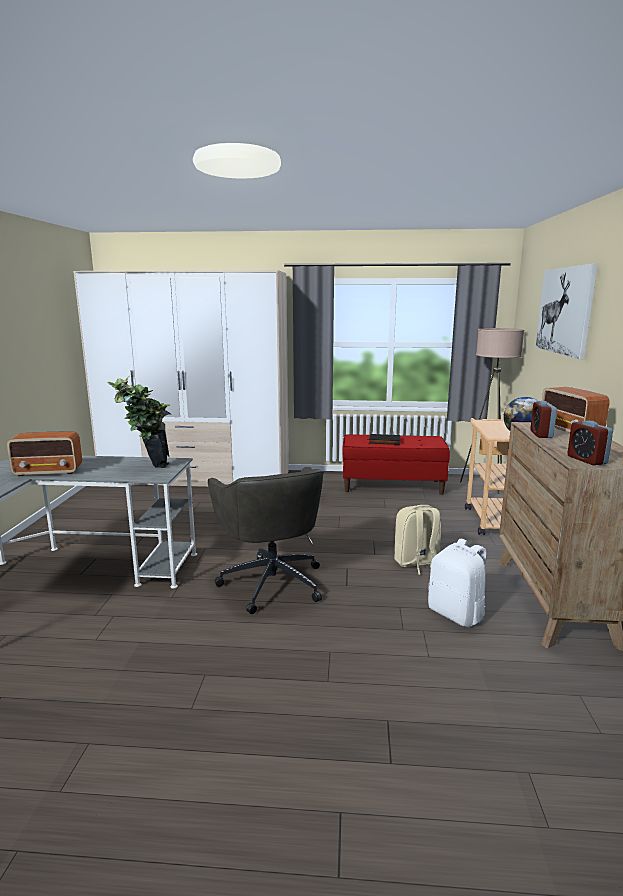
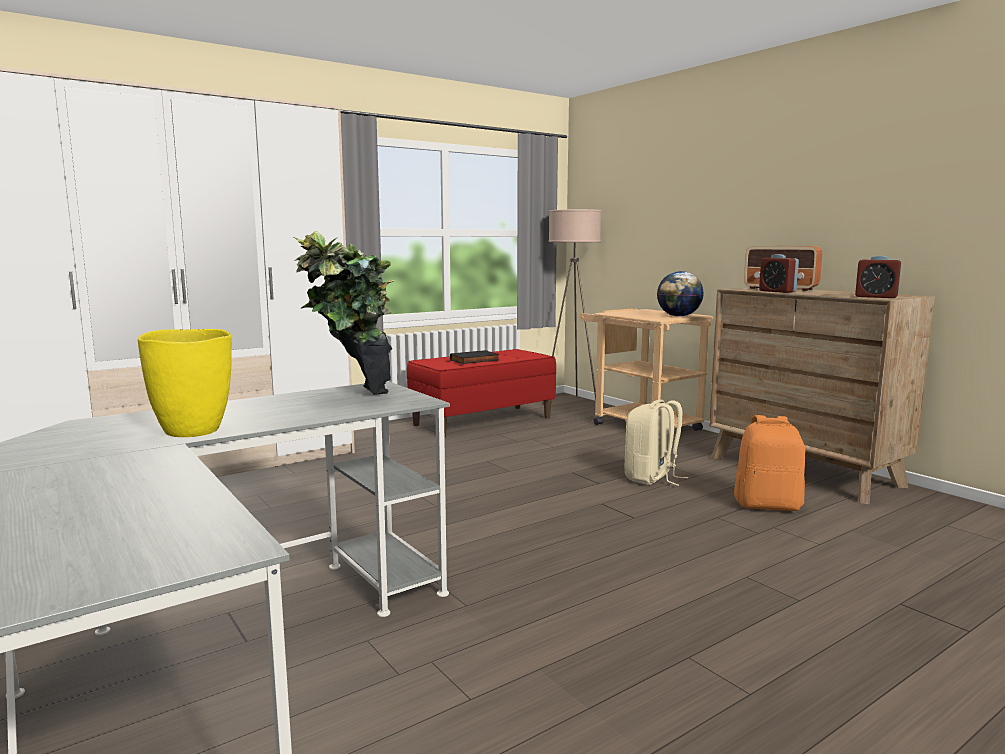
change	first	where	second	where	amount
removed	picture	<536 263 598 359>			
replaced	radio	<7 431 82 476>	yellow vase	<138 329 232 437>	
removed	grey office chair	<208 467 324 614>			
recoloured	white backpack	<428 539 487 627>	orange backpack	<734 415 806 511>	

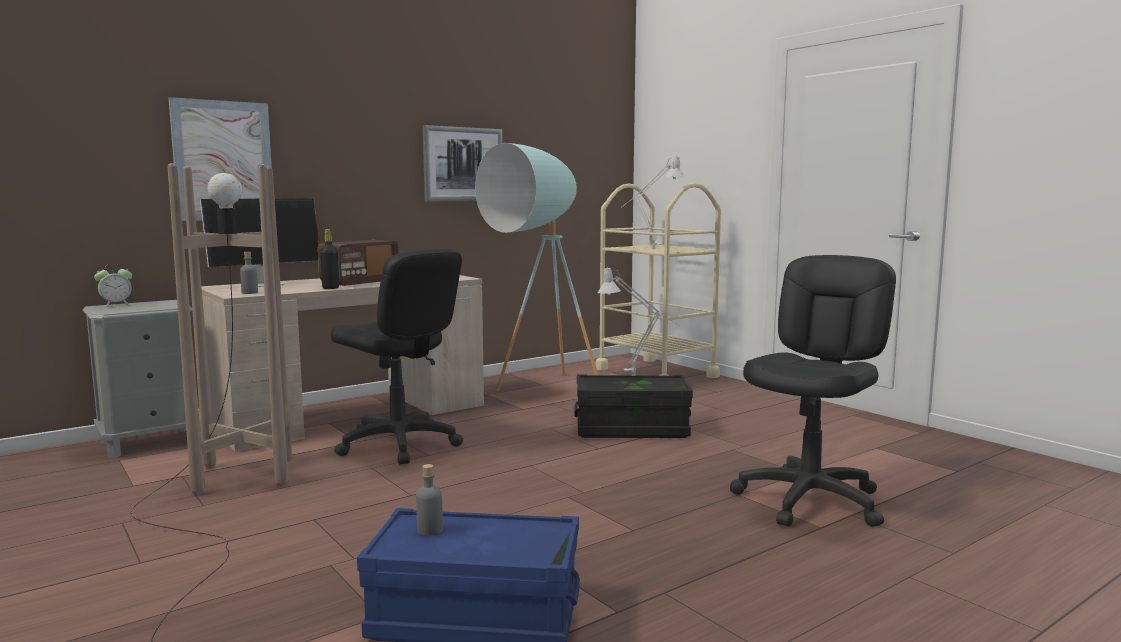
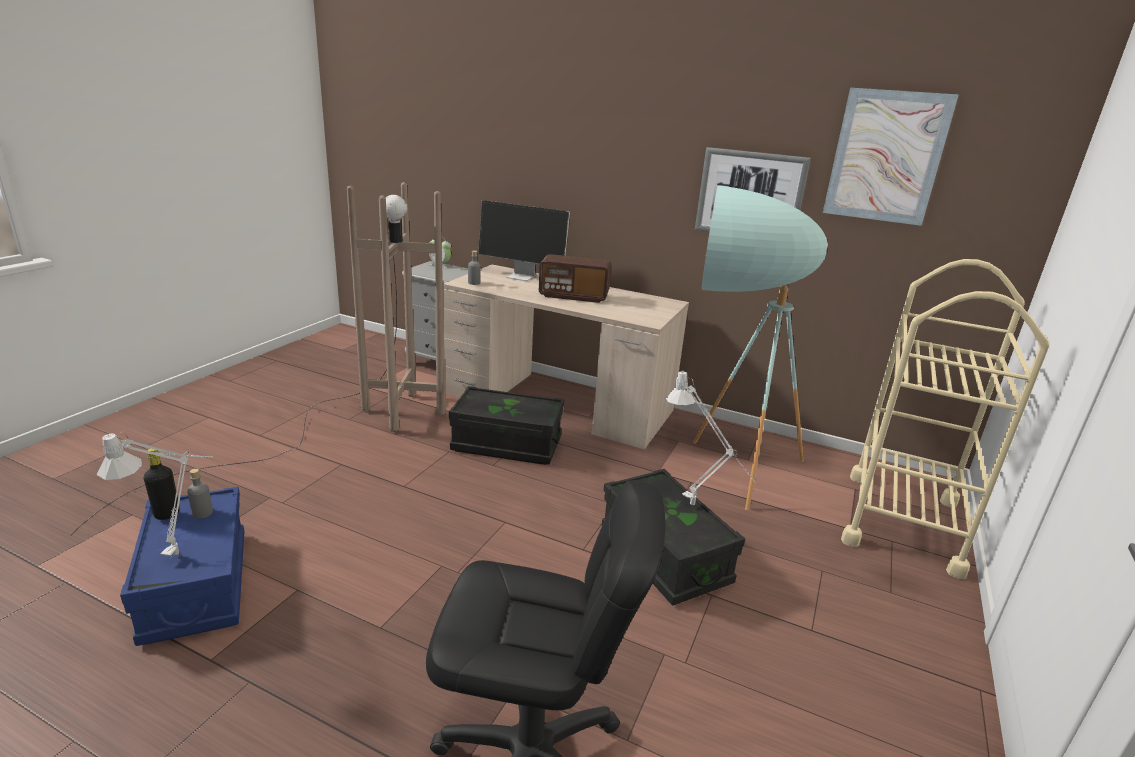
change	first	where	second	where	amount
moved	picture	<169 97 272 221>		<823 88 959 226>	
moved	grey table lamp	<620 157 685 249>		<96 431 212 560>	
moved	black bottle	<320 229 339 289>		<144 448 180 520>	
replaced	black office chair	<330 249 463 464>	black storage box	<449 386 564 465>	

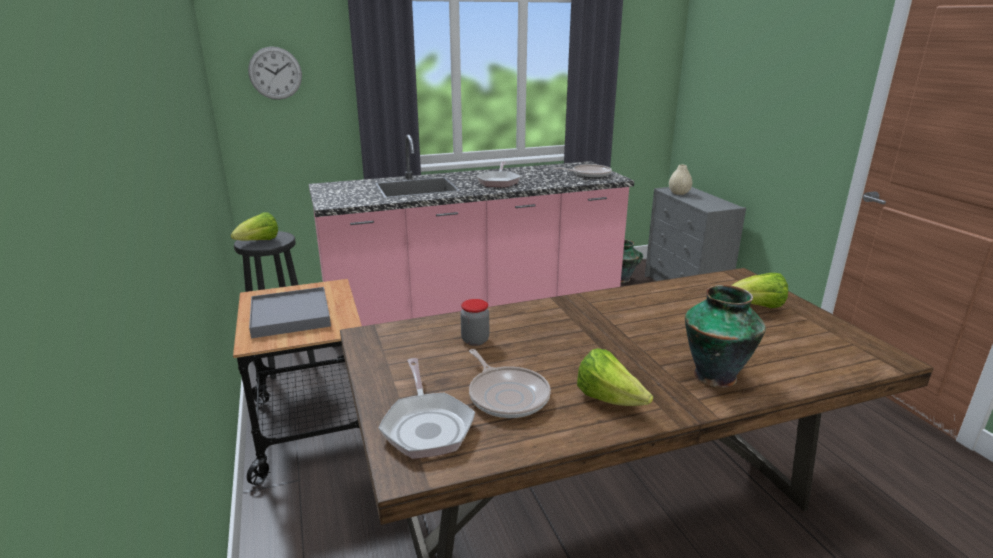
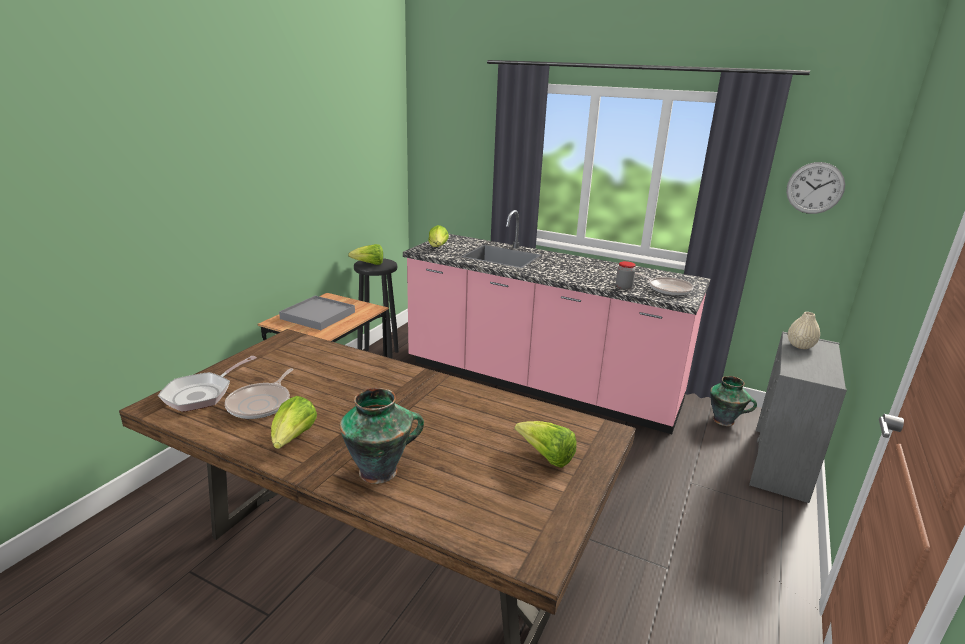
change	first	where	second	where	amount
moved	wall clock	<248 46 302 100>		<786 162 845 214>	
removed	frying pan	<476 162 520 187>			
moved	jar	<460 299 489 346>		<616 261 636 290>	
added			lettuce	<428 225 449 247>	

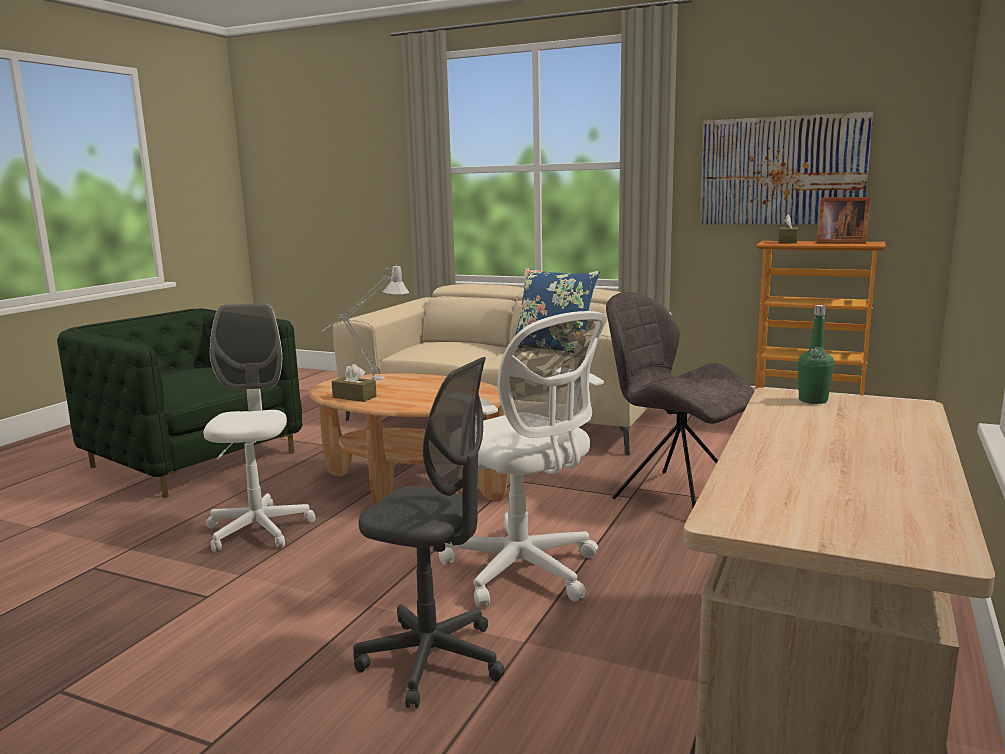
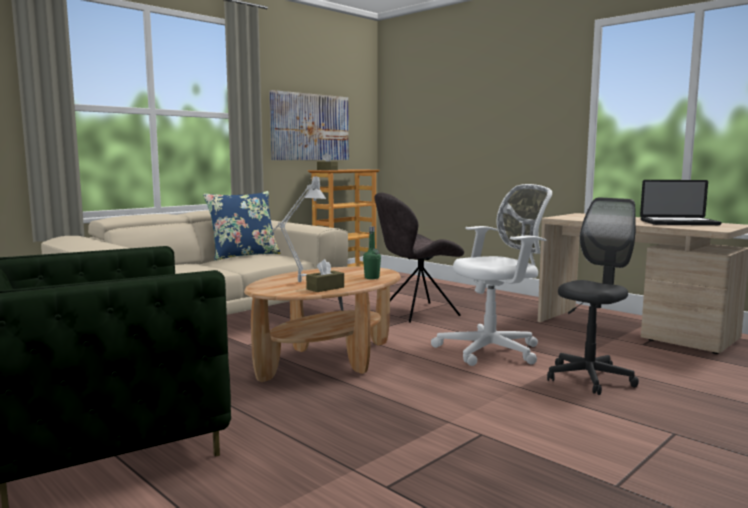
change	first	where	second	where	amount
removed	picture frame	<816 197 871 244>			
removed	white office chair	<204 303 316 552>			
moved	green bottle	<798 305 834 404>		<363 227 381 279>	
added			laptop	<640 180 722 225>	

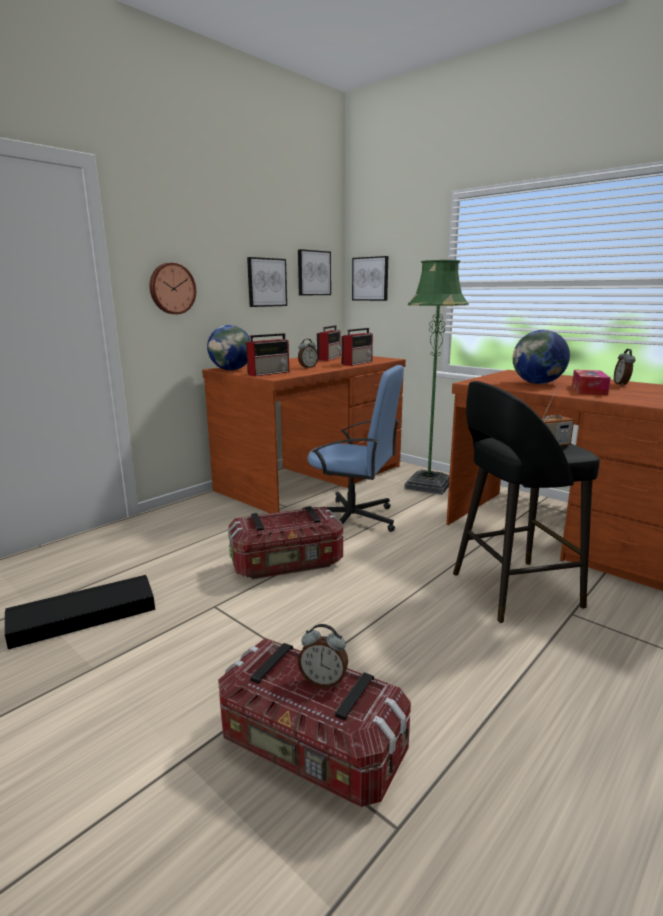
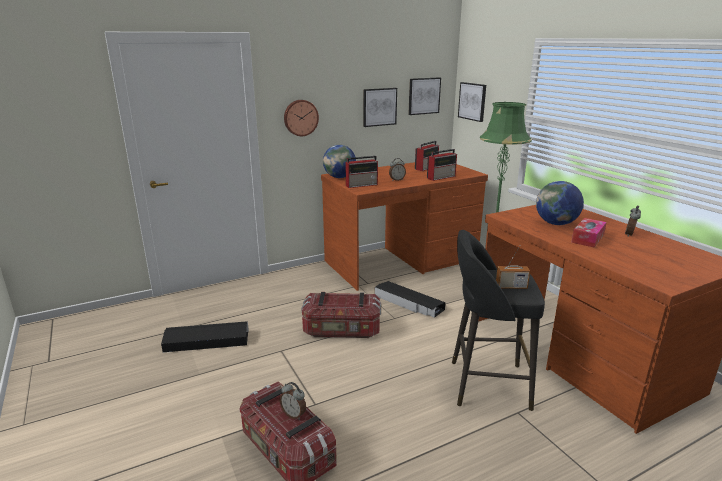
change	first	where	second	where	amount
replaced	blue office chair	<302 365 404 532>	black storage box	<375 281 445 318>	

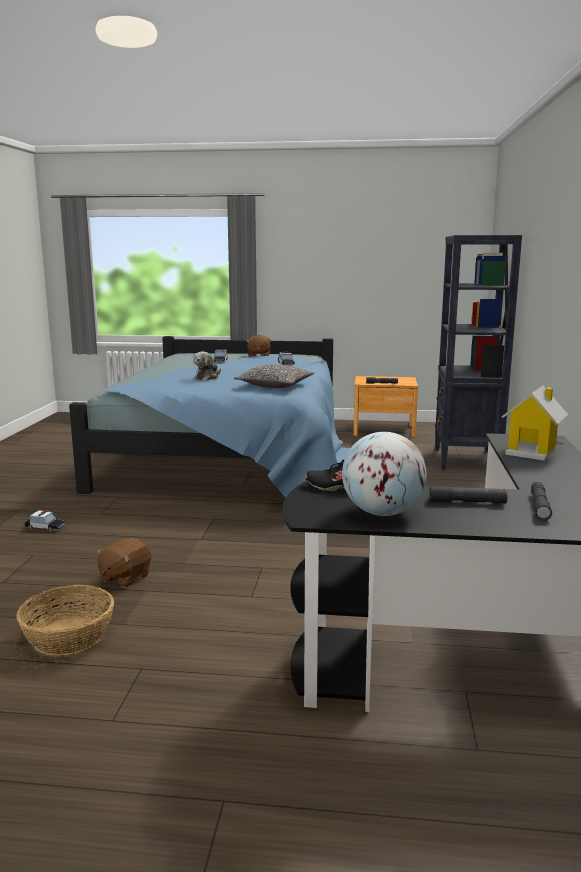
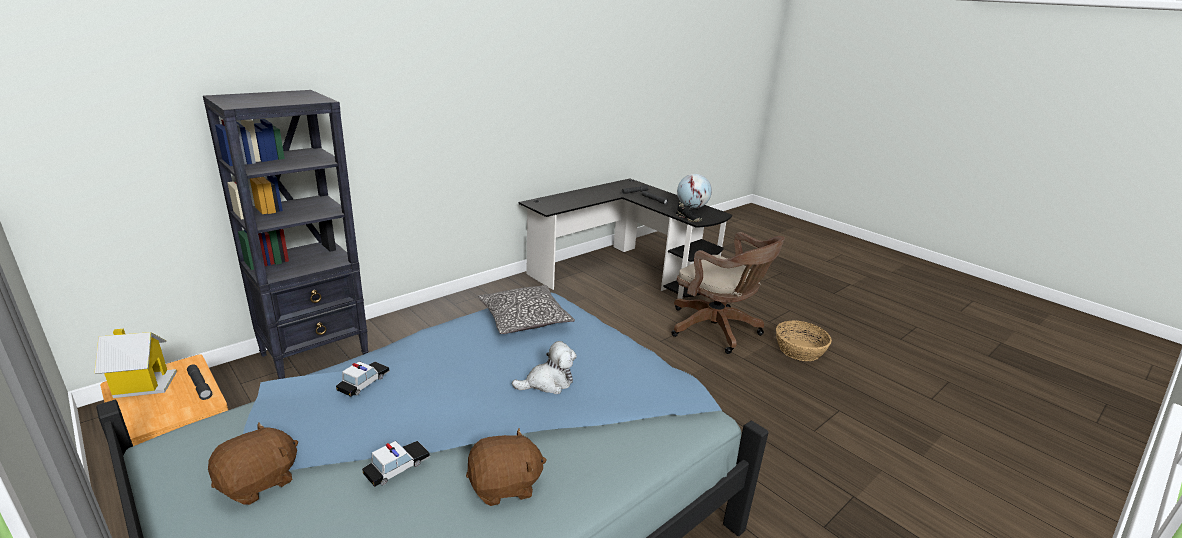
change	first	where	second	where	amount
moved	toy house	<502 386 568 461>		<94 329 177 398>	
removed	toy car	<25 510 67 531>			
moved	brown plush toy	<96 538 151 588>		<466 428 547 506>	
added			brown office chair	<672 232 785 354>	

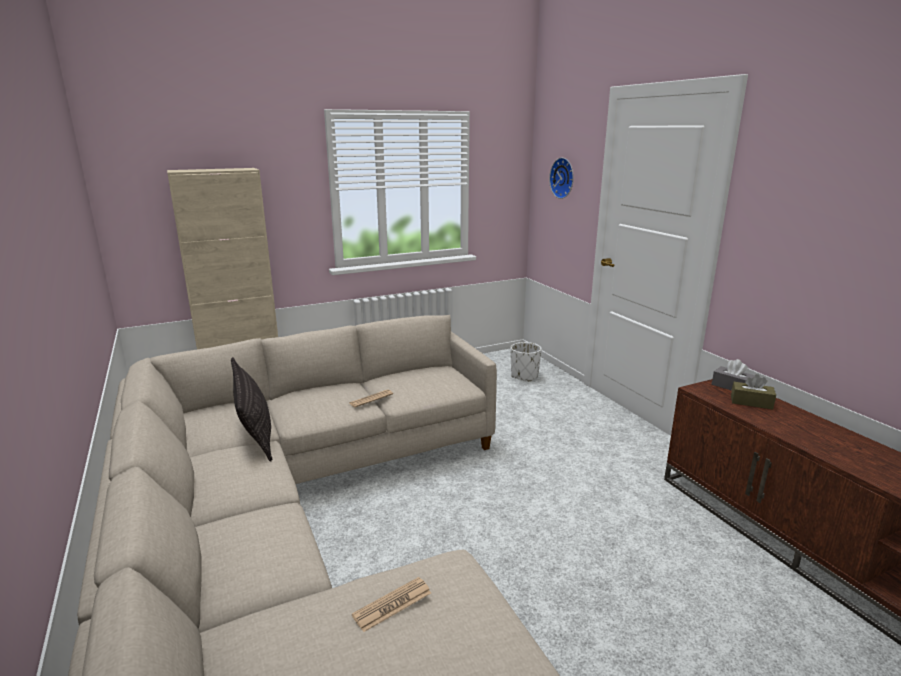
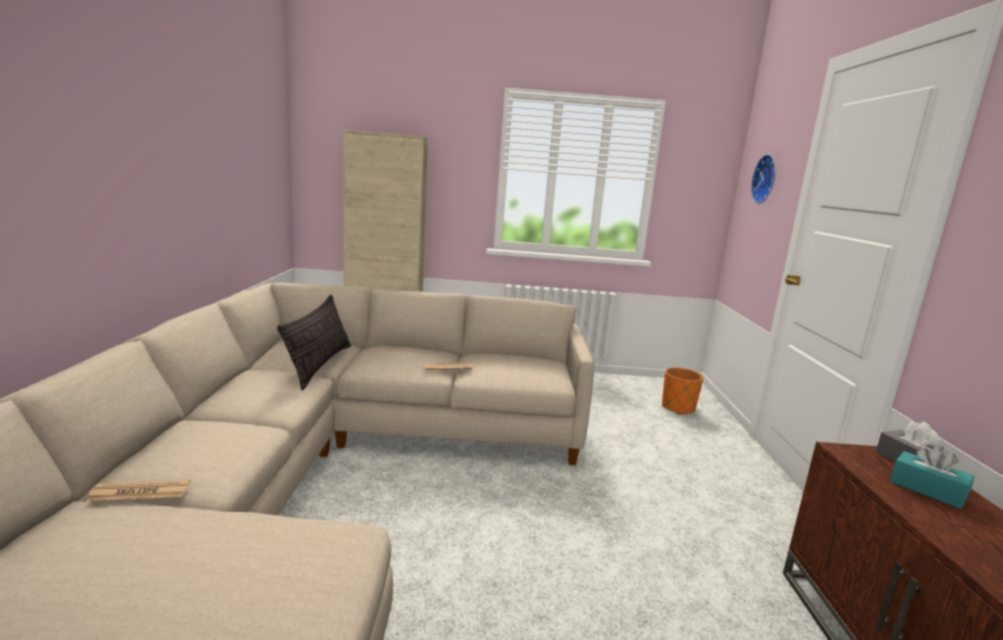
change	first	where	second	where	amount
recoloured	white planter	<511 342 542 382>	orange planter	<662 367 703 415>	
recoloured	brown tissue box	<731 374 776 410>	turquoise tissue box	<890 445 974 509>	
moved	newspaper	<352 577 431 632>		<87 480 191 501>	

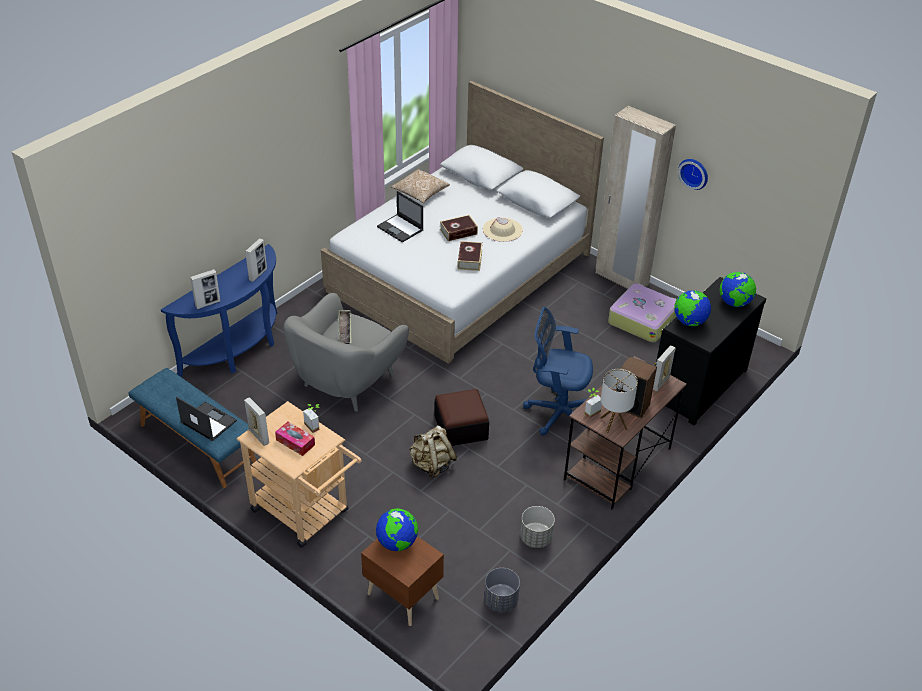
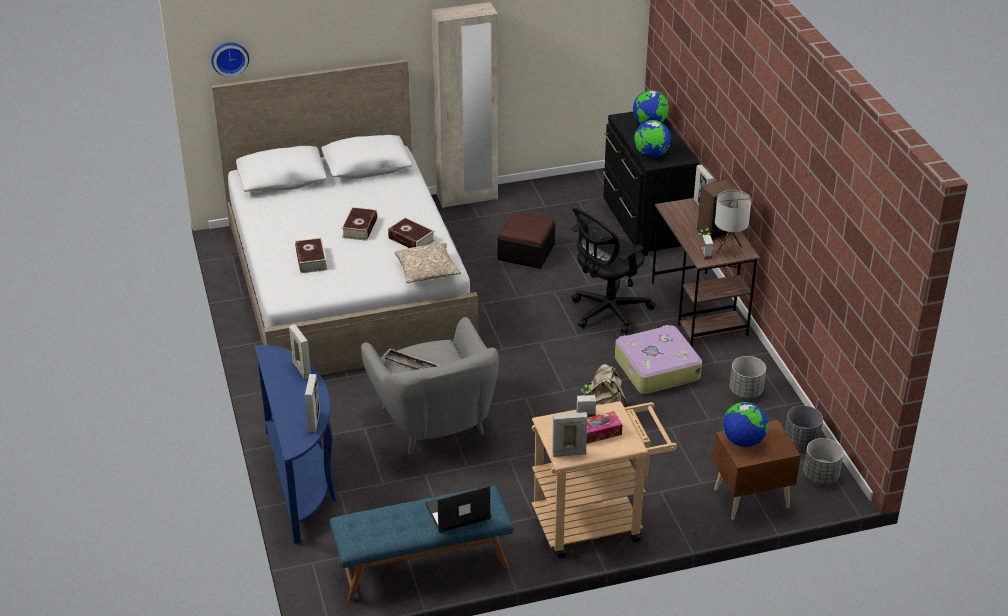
change	first	where	second	where	amount
moved	wall clock	<678 159 708 190>		<211 43 249 77>	
moved	pillow	<391 169 450 203>		<394 243 461 283>	
replaced	laptop	<377 191 423 243>	book	<295 238 327 273>	
removed	beige hat	<483 217 523 242>			
moved	suitcase	<608 284 676 343>		<615 325 702 394>	
recoloured	blue office chair	<523 307 593 436>	black office chair	<571 208 656 334>	
moved	ottoman	<435 389 489 446>		<497 212 555 269>	
added			grey planter	<804 438 844 484>	

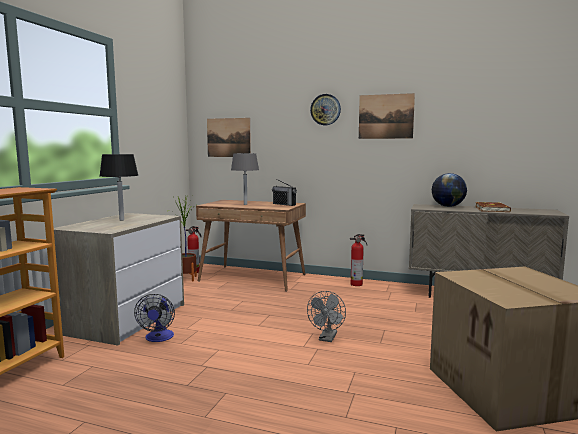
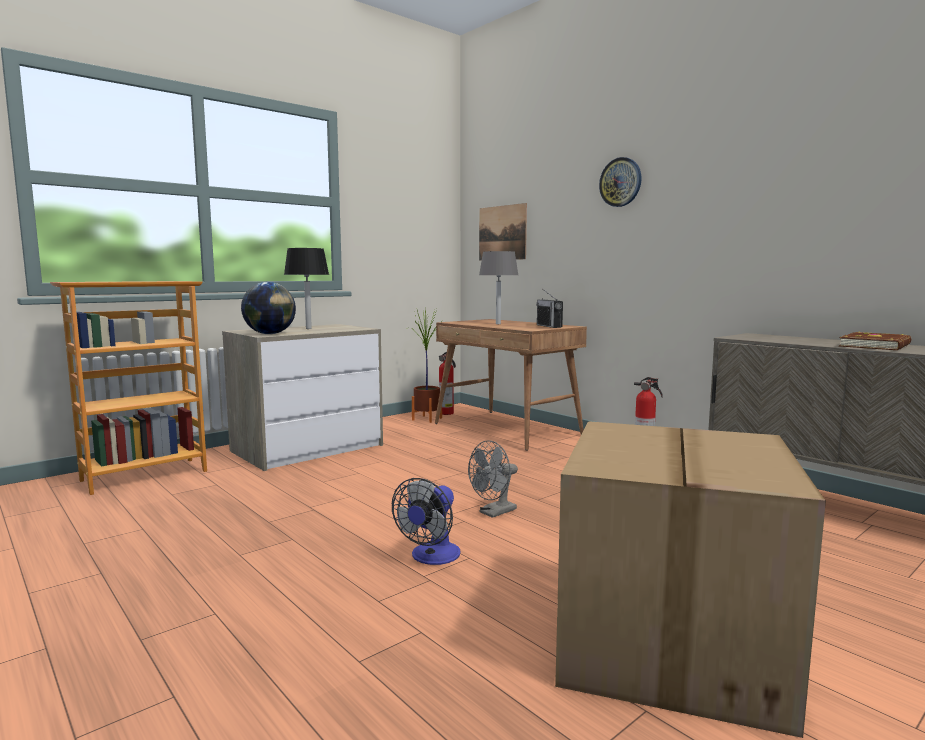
change	first	where	second	where	amount
removed	picture	<359 93 415 139>			
moved	globe	<432 173 467 207>		<241 282 296 334>	
moved	fan	<134 294 175 342>		<392 478 460 565>	

